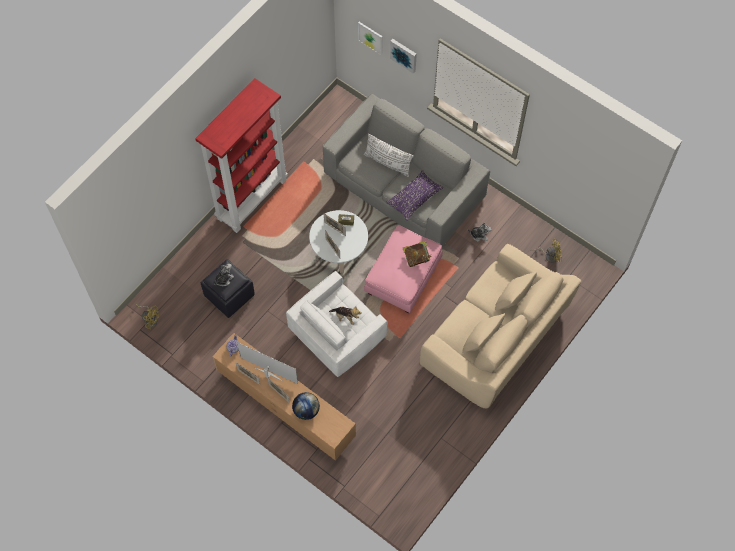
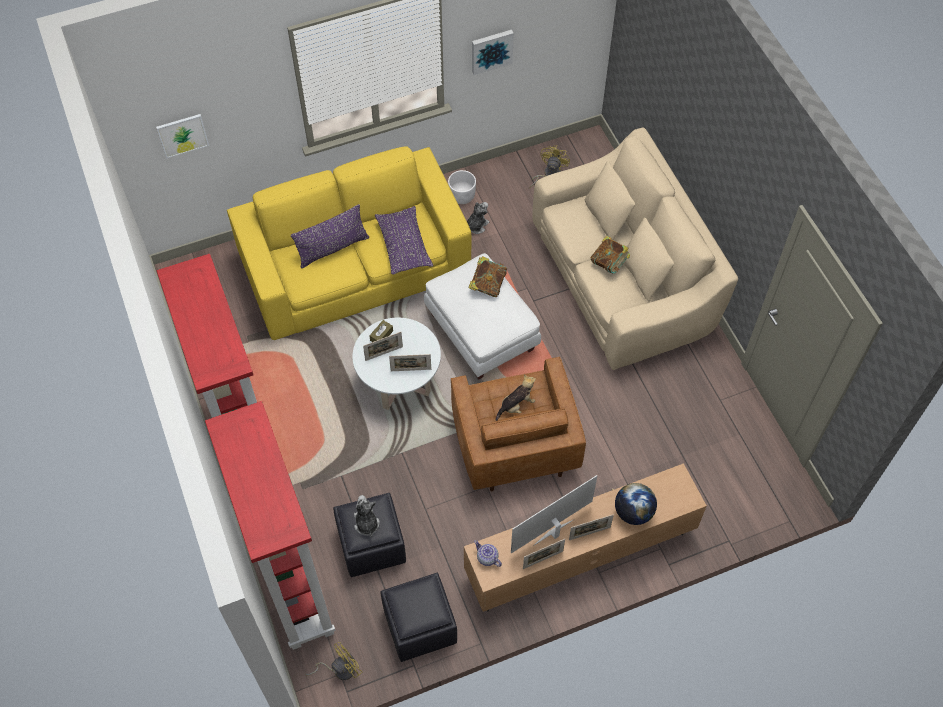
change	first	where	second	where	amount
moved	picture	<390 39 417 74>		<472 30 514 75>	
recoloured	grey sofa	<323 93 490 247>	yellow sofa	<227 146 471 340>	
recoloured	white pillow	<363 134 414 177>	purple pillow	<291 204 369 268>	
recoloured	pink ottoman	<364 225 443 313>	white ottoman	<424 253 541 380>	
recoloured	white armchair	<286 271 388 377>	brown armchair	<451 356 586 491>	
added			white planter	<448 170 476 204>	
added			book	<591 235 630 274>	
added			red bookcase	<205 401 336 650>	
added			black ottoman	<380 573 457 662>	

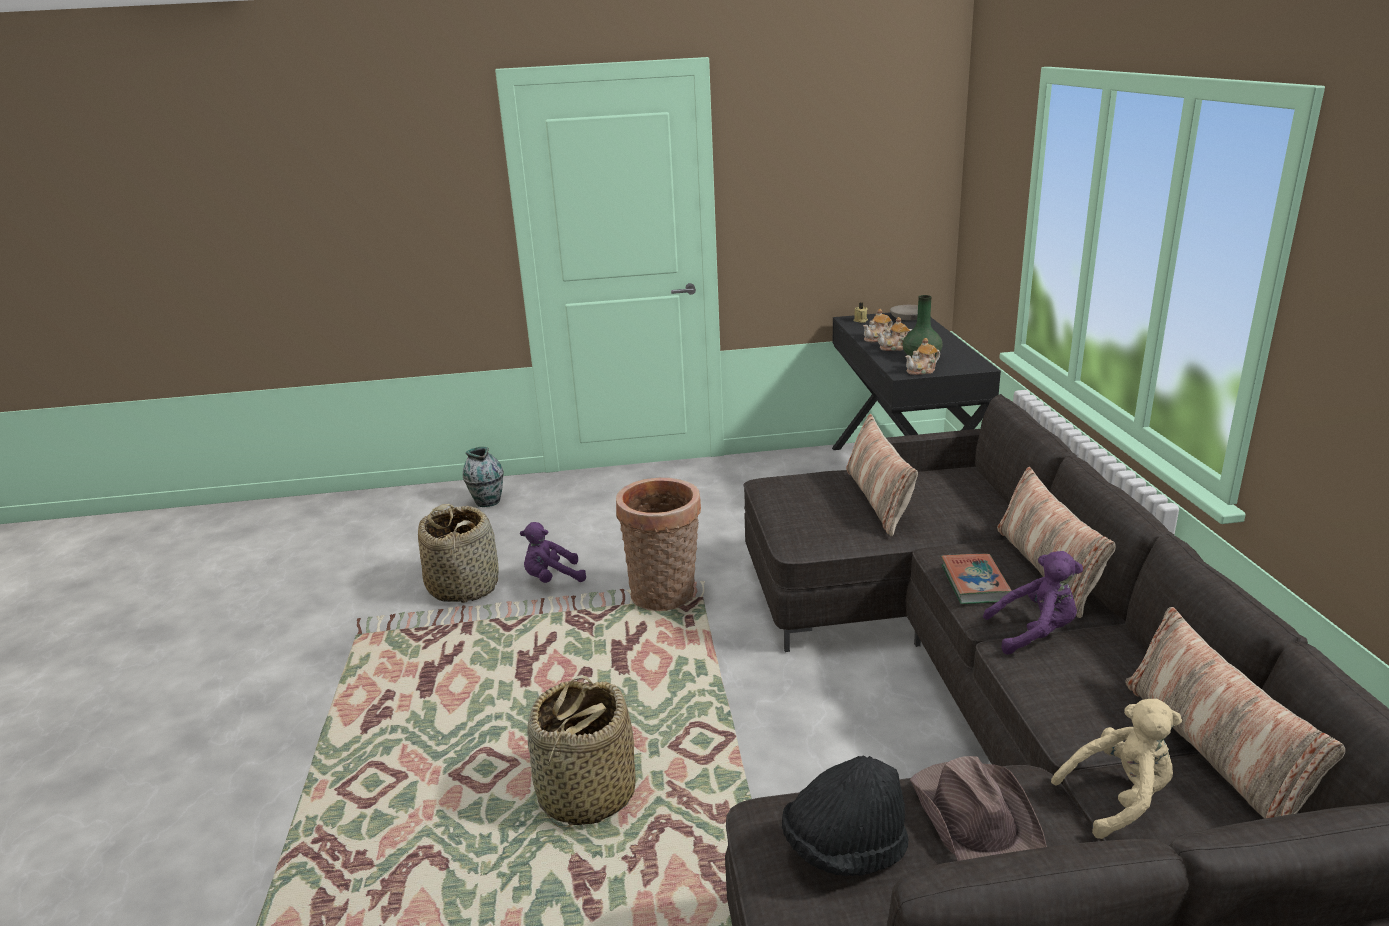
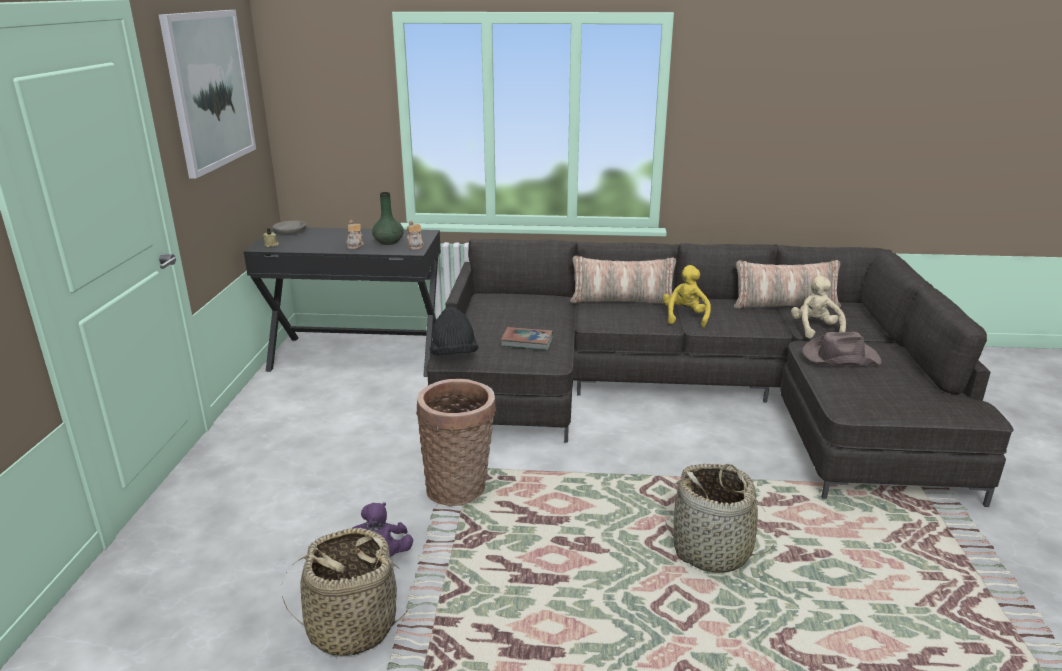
change	first	where	second	where	amount
removed	teapot	<863 309 893 342>			
removed	pillow	<846 414 918 536>			
removed	vase	<463 447 504 507>			
recoloured	purple plush toy	<983 551 1083 655>	yellow plush toy	<663 265 711 328>	
moved	book	<941 554 1012 604>		<501 327 553 351>	
moved	black hat	<782 756 909 876>		<430 307 478 356>	
added			picture	<159 10 256 179>	

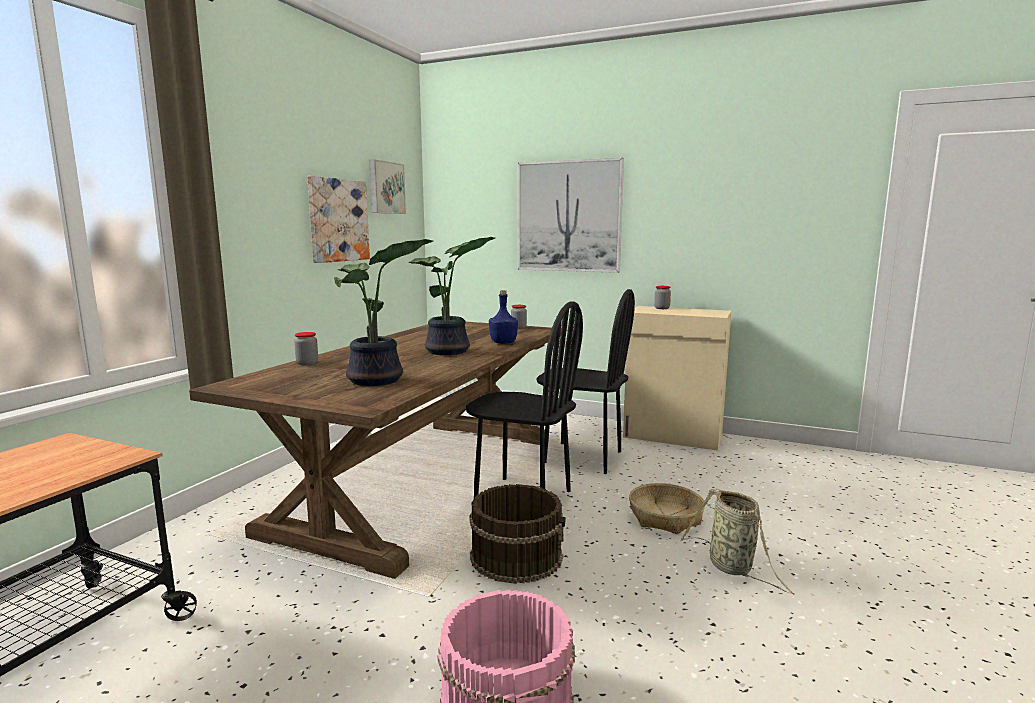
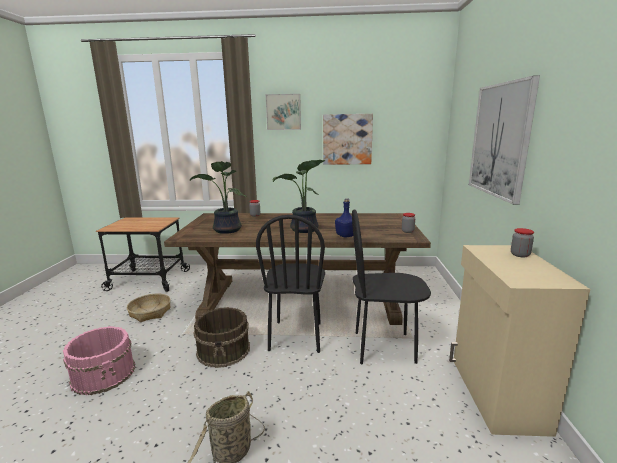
change	first	where	second	where	amount
moved	picture	<369 159 406 214>		<266 94 301 130>	
turned	black chair	<536 289 635 474>		<352 209 431 364>	90 degrees clockwise
moved	basket	<629 483 705 534>		<127 294 171 322>	

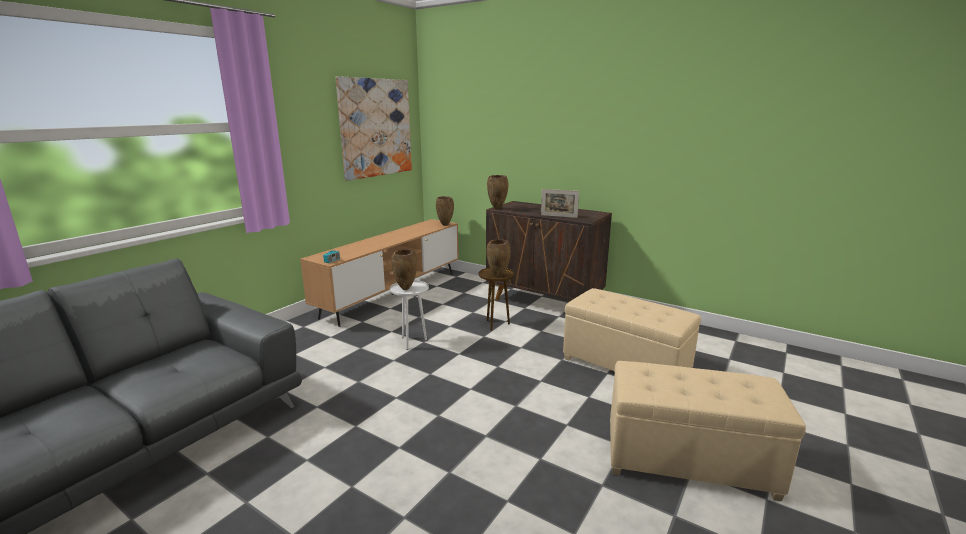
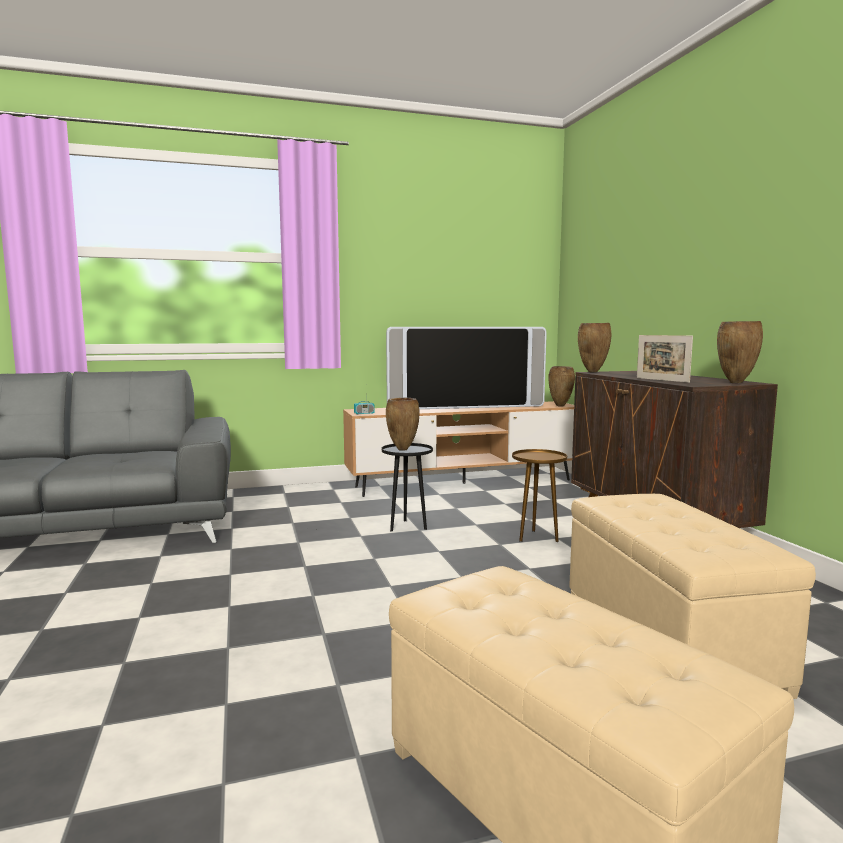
change	first	where	second	where	amount
removed	picture	<336 76 412 181>			
moved	brown vase	<487 239 511 277>		<717 321 763 383>	
recoloured	white side table	<390 280 429 350>	black side table	<382 443 433 532>	
added			television	<386 327 547 409>	

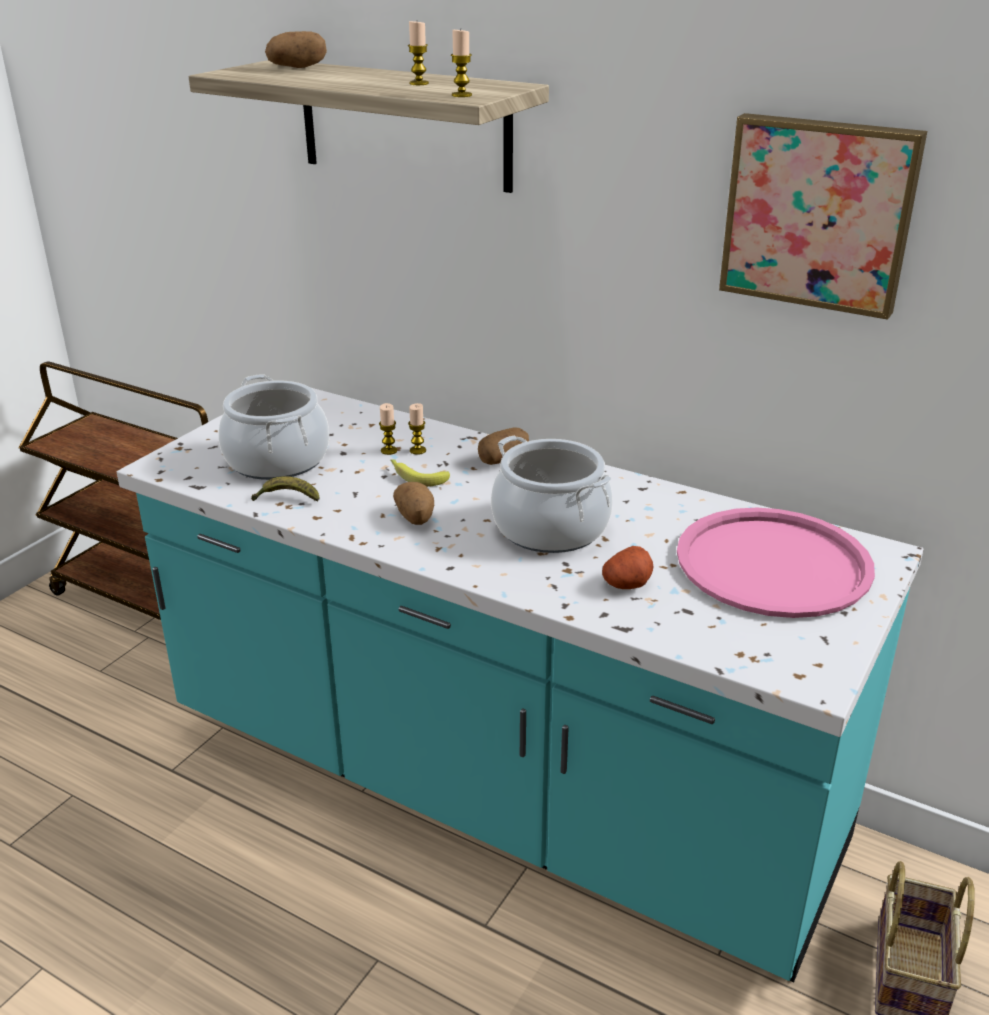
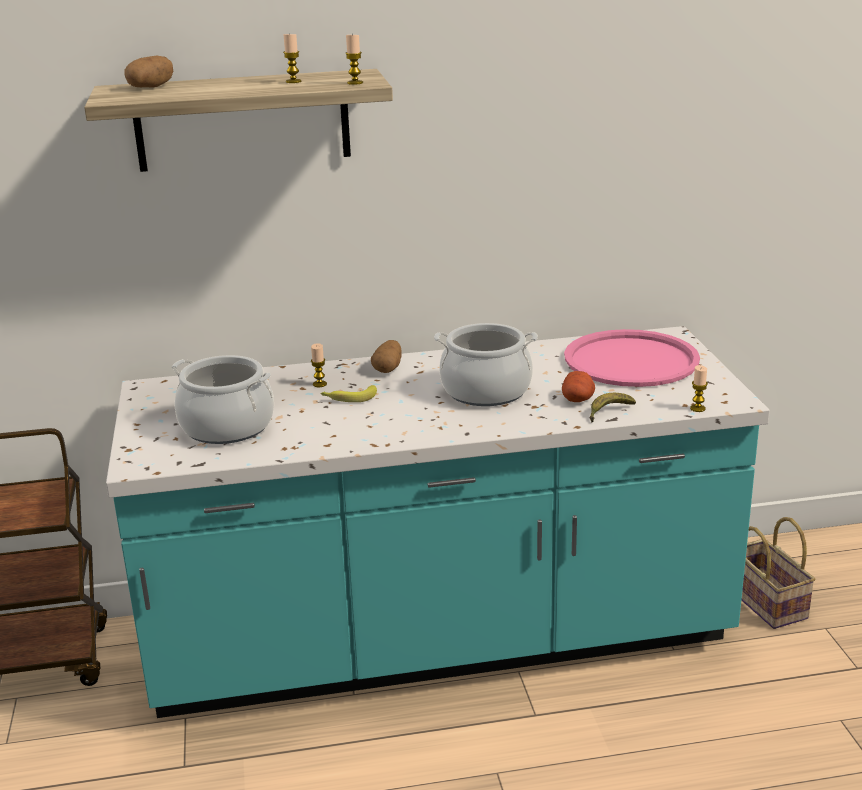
change	first	where	second	where	amount
removed	picture	<719 113 927 320>			
moved	candle	<379 403 397 455>		<690 365 708 412>	
moved	banana	<251 476 320 502>		<590 393 636 422>	
removed	potato	<393 482 434 525>			

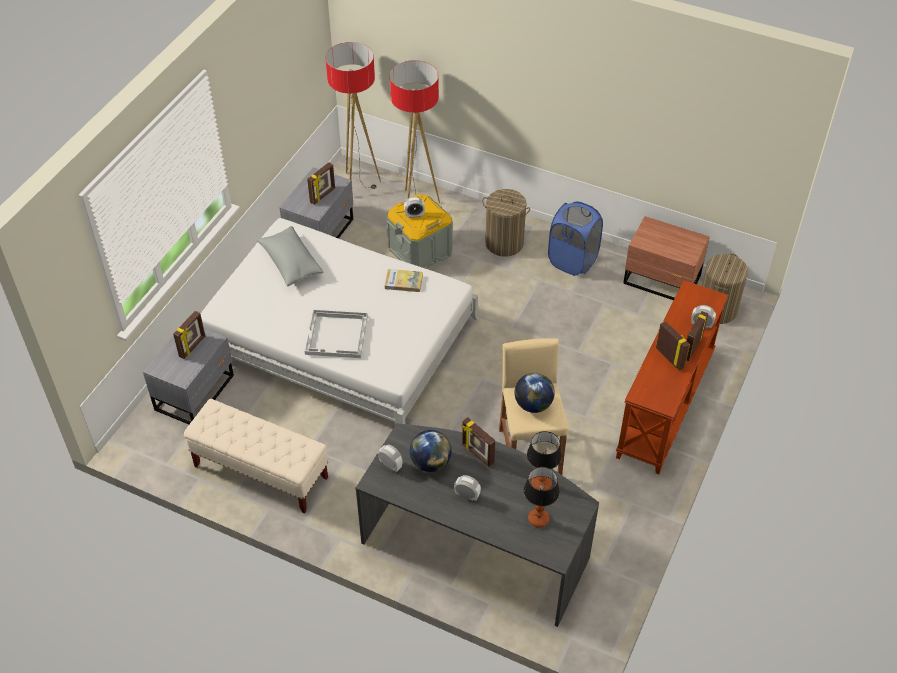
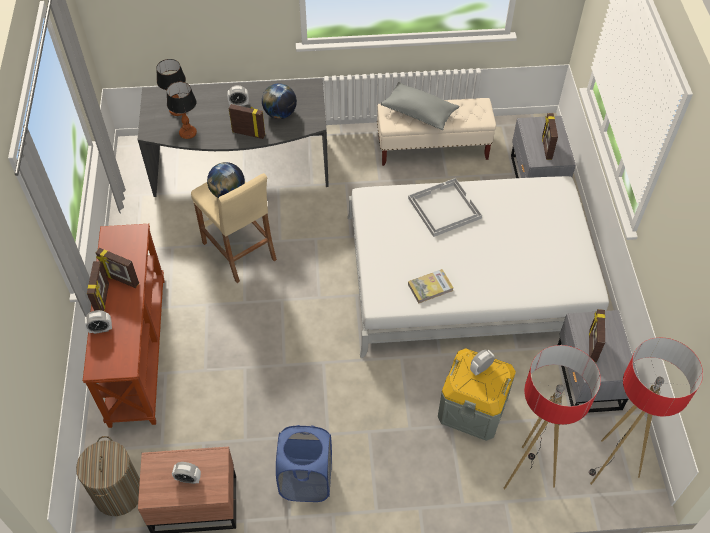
change	first	where	second	where	amount
removed	laundry basket	<482 189 530 257>			
moved	grey pillow	<257 226 324 286>		<381 82 459 130>	
moved	alarm clock	<378 445 402 472>		<172 462 201 484>	

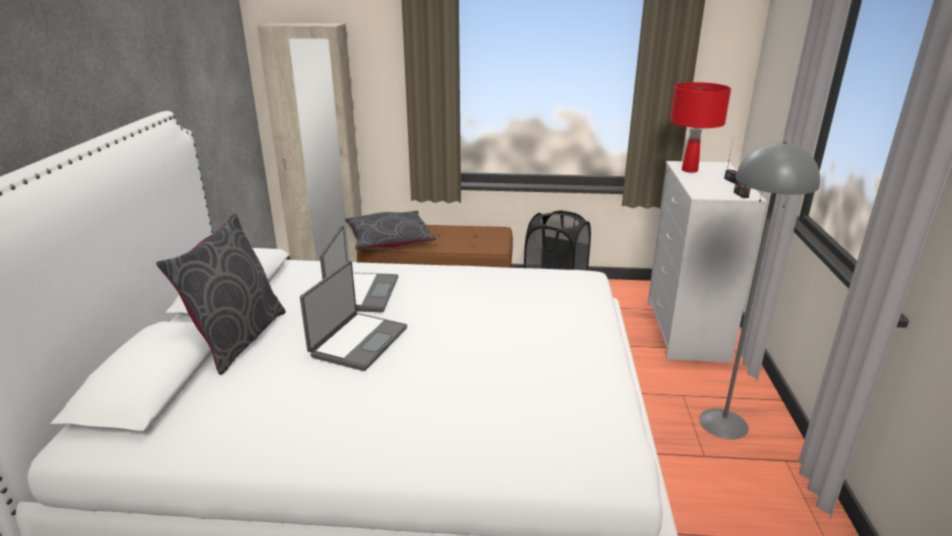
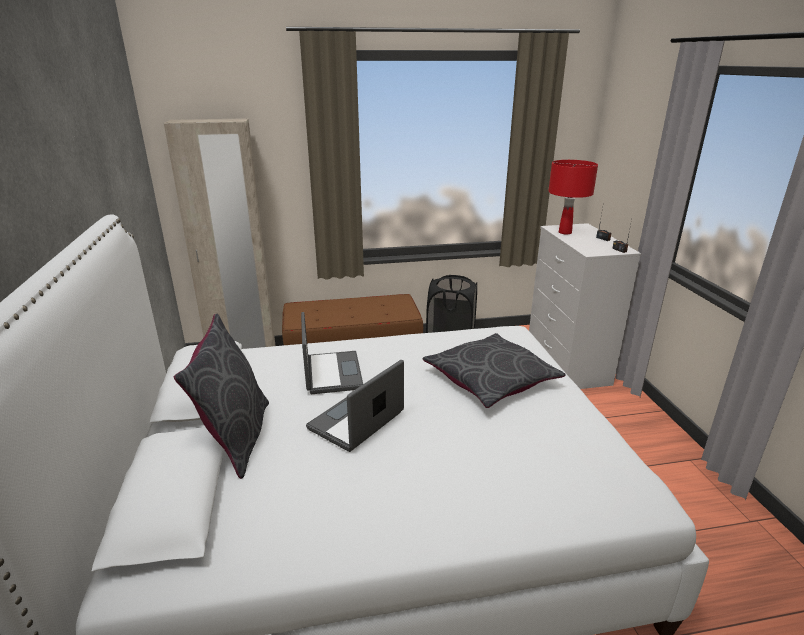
change	first	where	second	where	amount
removed	grey floor lamp	<699 141 820 440>			
moved	grey pillow	<345 211 435 250>		<423 333 566 408>	
turned	laptop	<300 261 407 371>		<306 360 404 452>	150 degrees counterclockwise

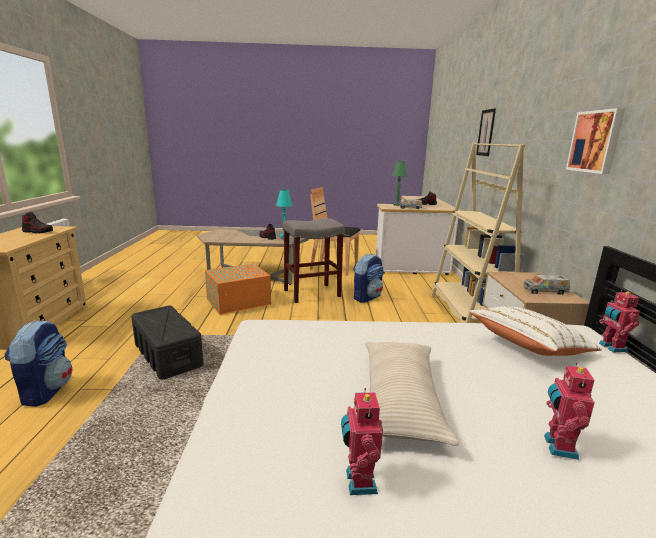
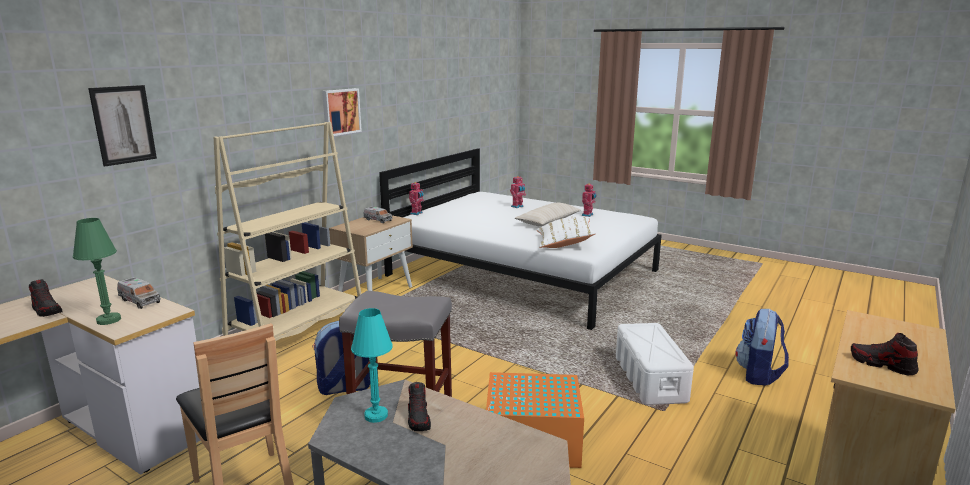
change	first	where	second	where	amount
recoloured	black storage box	<131 306 203 379>	white storage box	<616 323 694 405>	
moved	white pillow	<469 306 602 356>		<537 216 596 248>	

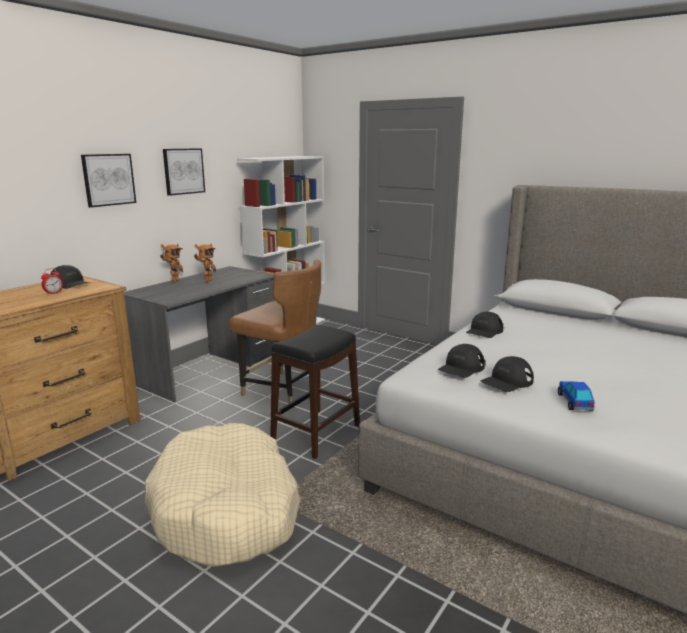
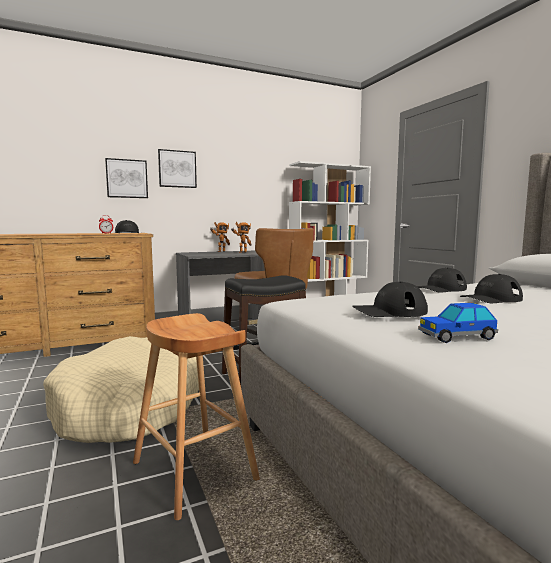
change	first	where	second	where	amount
moved	picture	<163 148 205 196>		<105 158 148 198>	
moved	black cap	<438 344 485 378>		<460 274 523 303>	
turned	toy car	<558 381 594 411>		<418 303 498 343>	135 degrees counterclockwise
added			brown stool	<133 313 260 520>	

